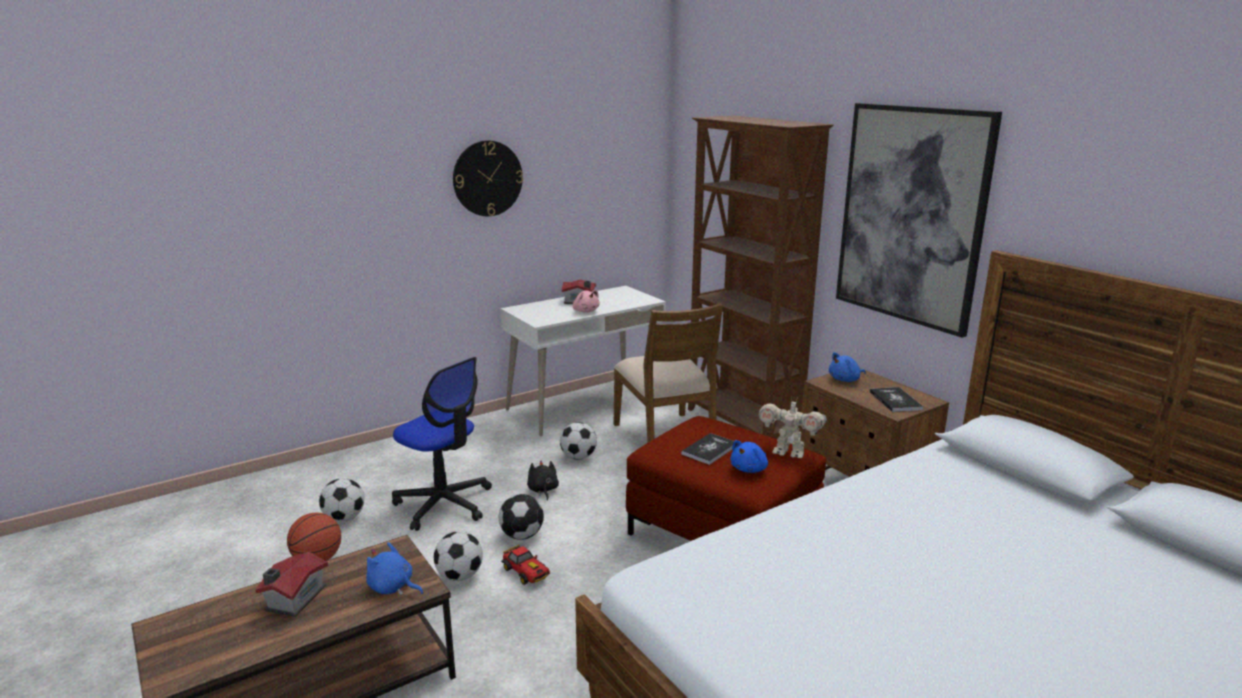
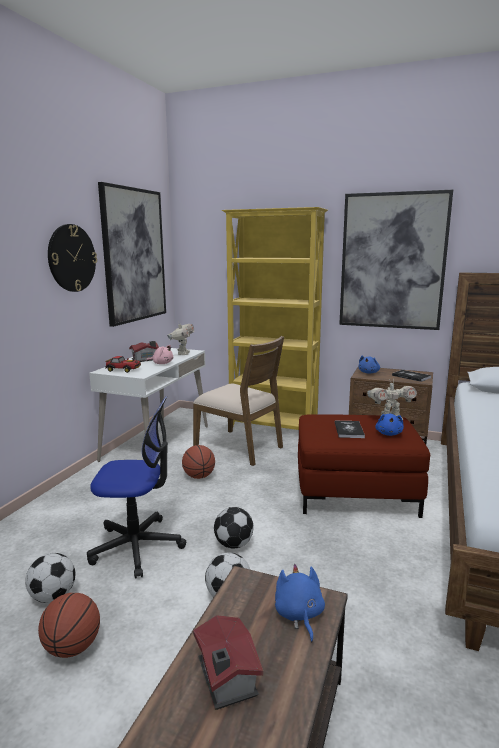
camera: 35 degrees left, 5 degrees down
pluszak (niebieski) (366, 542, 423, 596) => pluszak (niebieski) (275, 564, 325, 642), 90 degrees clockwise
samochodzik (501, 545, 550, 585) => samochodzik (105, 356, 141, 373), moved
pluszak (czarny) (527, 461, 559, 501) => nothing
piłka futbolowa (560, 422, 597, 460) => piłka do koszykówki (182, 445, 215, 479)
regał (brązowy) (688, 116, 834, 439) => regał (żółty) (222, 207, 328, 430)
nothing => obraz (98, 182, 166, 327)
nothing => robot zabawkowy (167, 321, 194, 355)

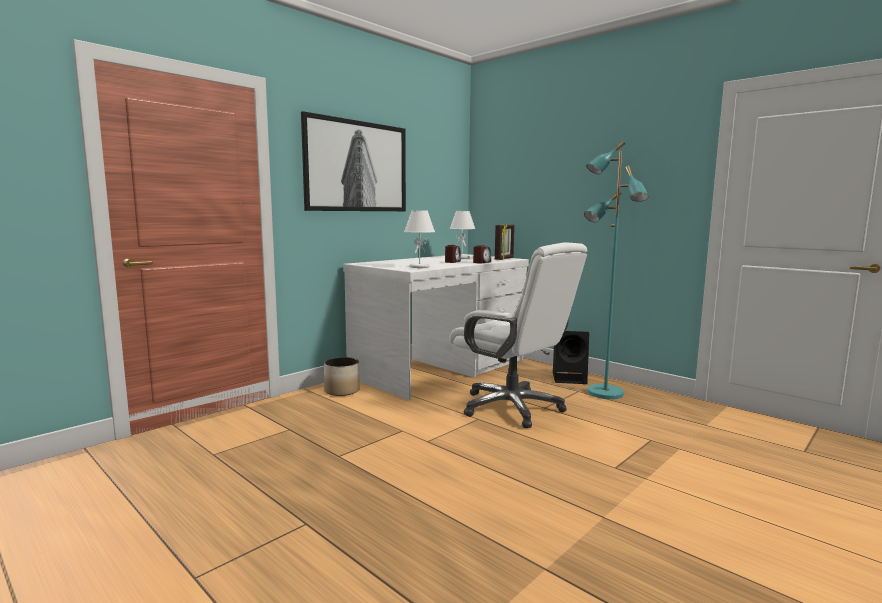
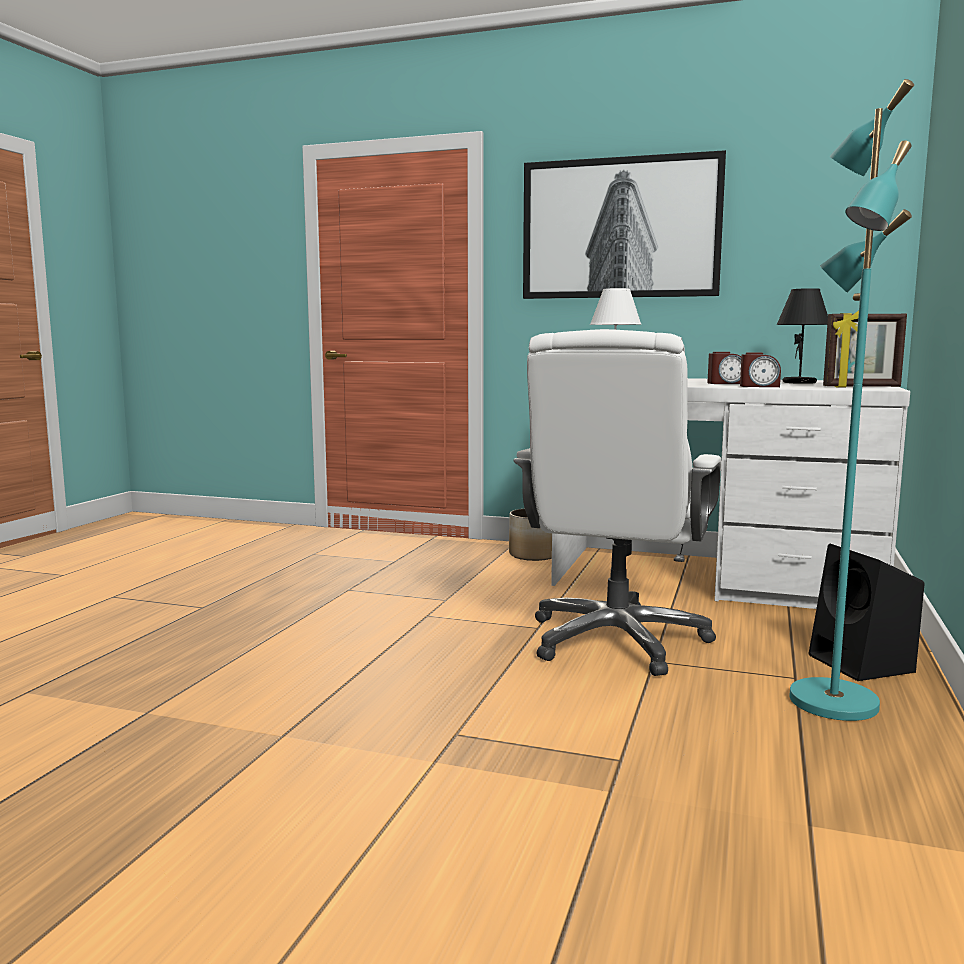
camera: 65 degrees right, 0 degrees up
lampa stołowa (biały) (449, 211, 475, 259) => lampa stołowa (czarny) (776, 288, 828, 384)

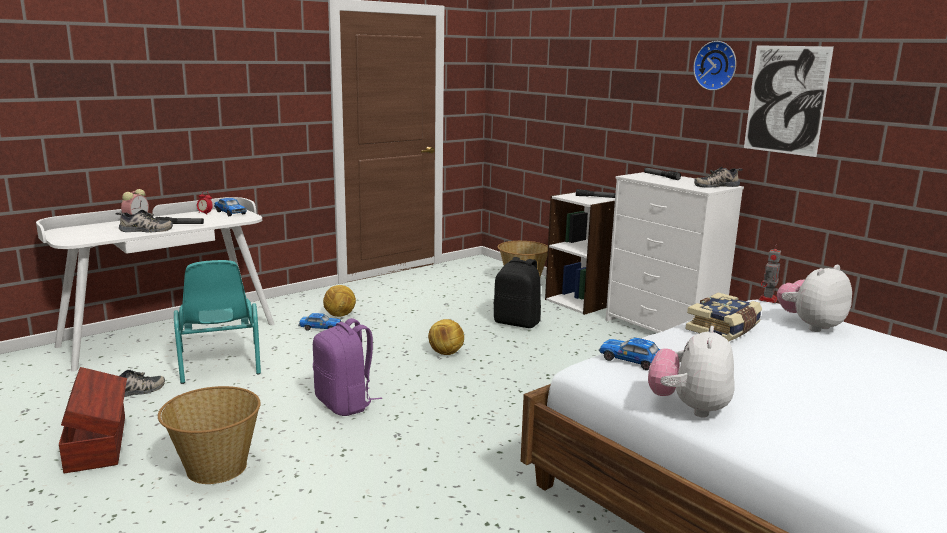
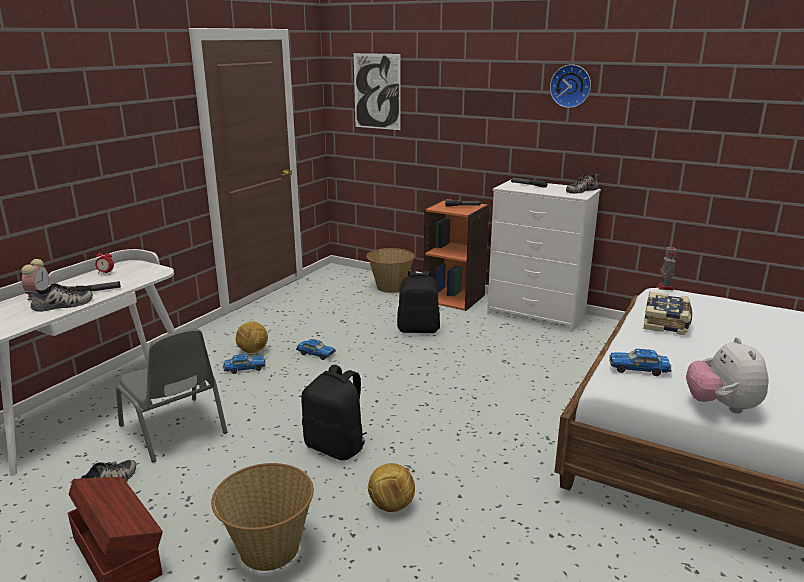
camera: 20 degrees left, 5 degrees up
krzesło (turkusowy) (174, 260, 261, 384) => krzesło (szary) (116, 328, 227, 462)
samochodzik (214, 198, 247, 216) => samochodzik (296, 339, 336, 360), moved
plecak (fioletowy) (313, 318, 382, 416) => plecak (czarny) (301, 365, 367, 460)
piłka futbolowa (428, 319, 464, 355) => piłka futbolowa (368, 463, 415, 512), moved
regał (biały) (545, 192, 615, 315) => regał (pomarańczowy) (424, 199, 489, 311)
obraz (744, 45, 834, 157) => obraz (354, 53, 400, 130), moved
pluszak (777, 265, 852, 332) => nothing

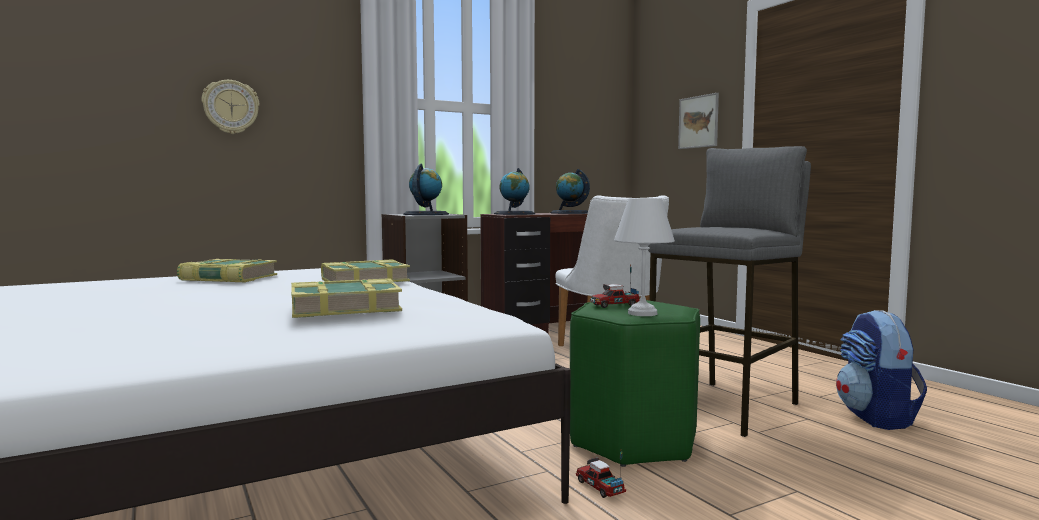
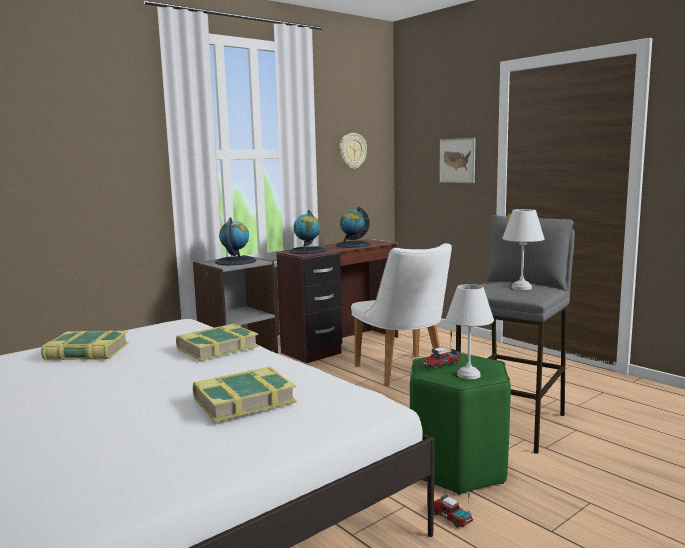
camera: 10 degrees left, 5 degrees up
zegar ścienny (201, 80, 260, 134) => zegar ścienny (339, 133, 367, 169), moved
plecak (836, 310, 927, 430) => nothing
nothing => lampa stołowa (biały) (502, 209, 545, 290)

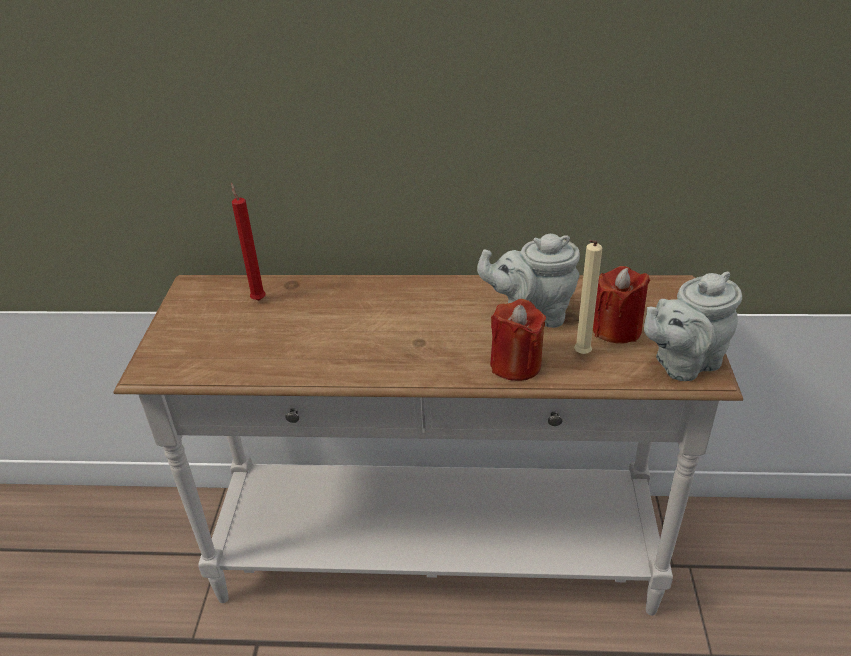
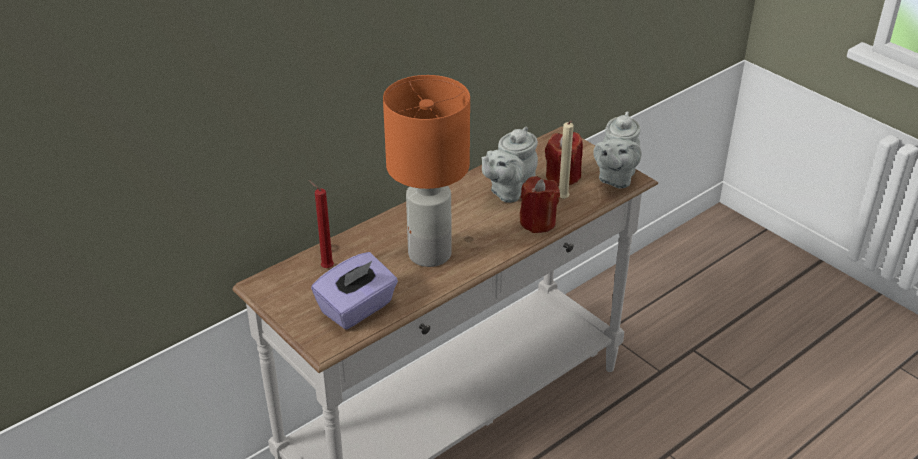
camera: 45 degrees left, 0 degrees up
nothing => pudełko chusteczek (fioletowy) (311, 252, 398, 330)
nothing => lampa stołowa (pomarańczowy) (383, 75, 470, 267)

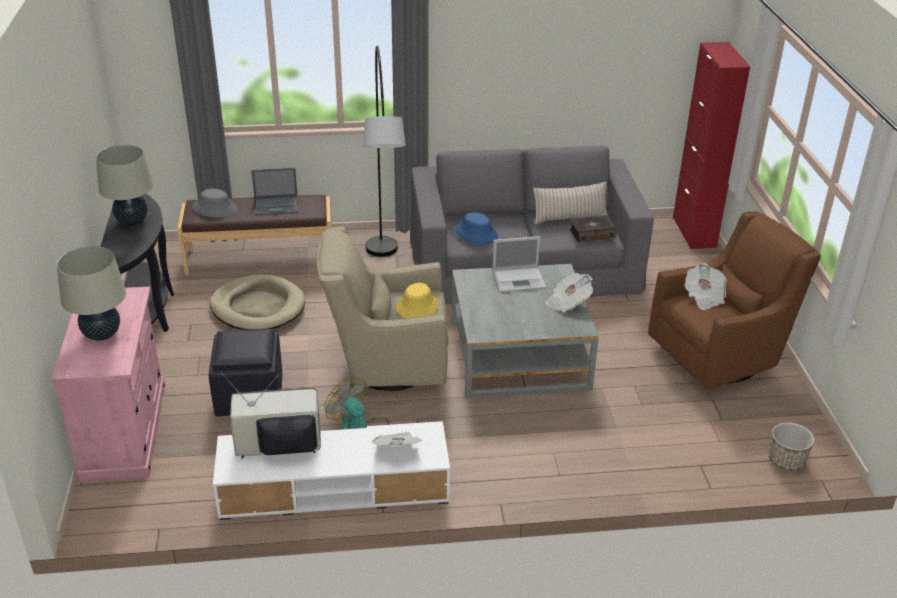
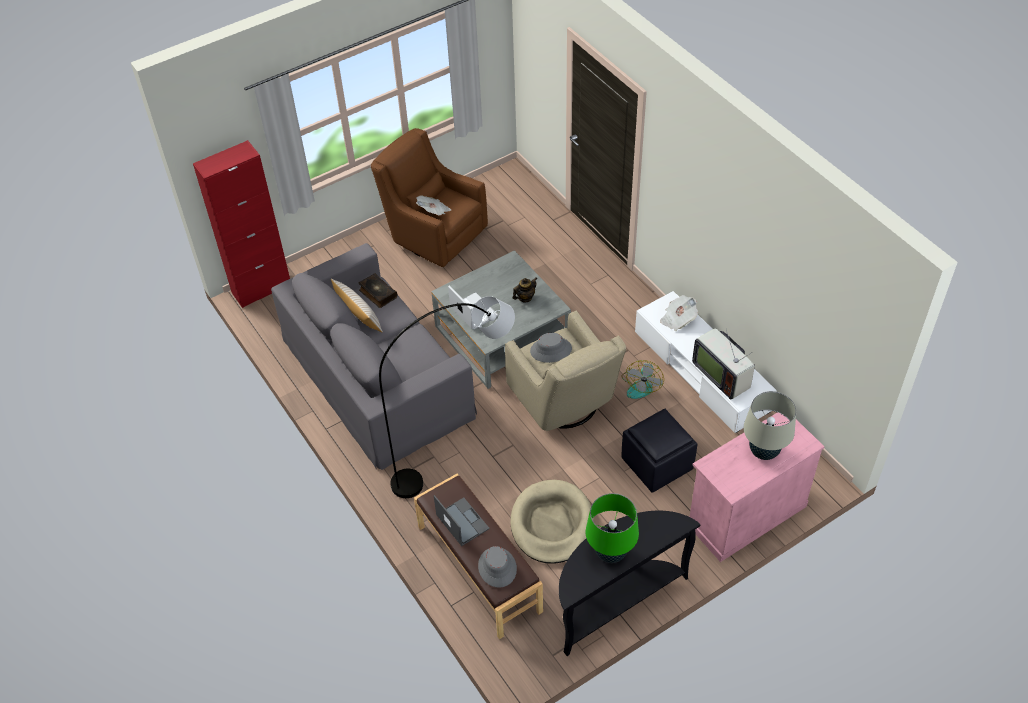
camera: 115 degrees left, 15 degrees up
lampa stołowa (beżowy) (96, 145, 153, 225) => lampa stołowa (zielony) (586, 493, 639, 563)
kapelusz (żółty) (396, 283, 439, 318) => kapelusz (szary) (530, 333, 572, 363)
kapelusz (niebieski) (455, 212, 498, 244) => nothing
gazeta (545, 273, 593, 313) => nothing
donica (769, 422, 814, 471) => nothing
nothing => imbryk (513, 277, 538, 302)

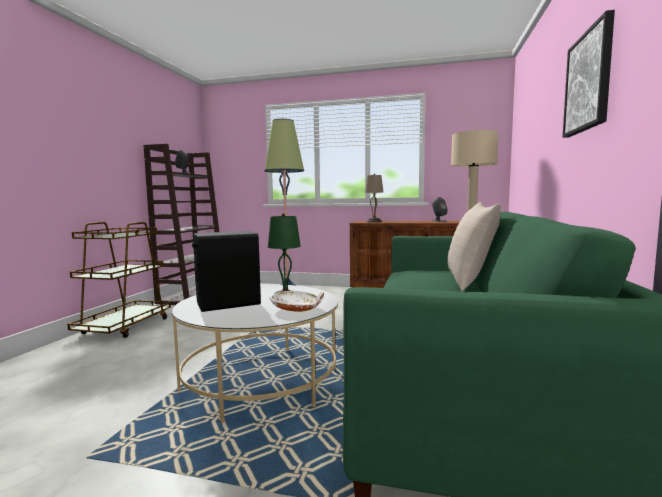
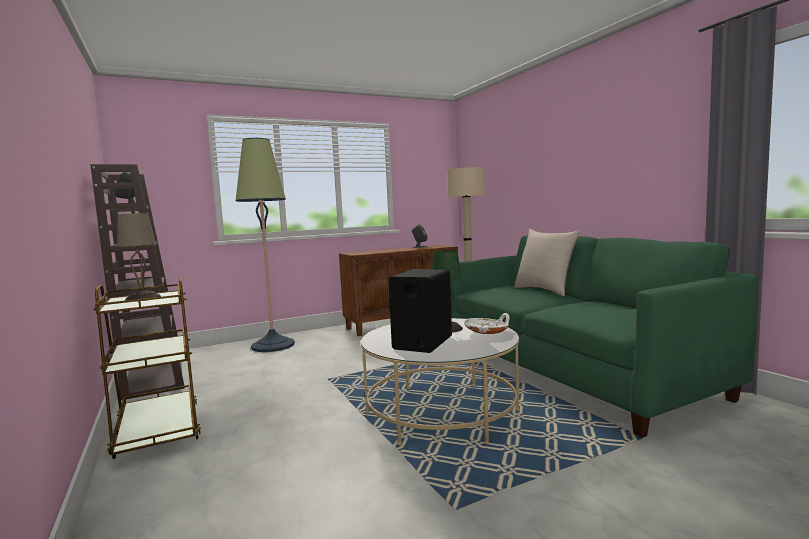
camera: 40 degrees left, 0 degrees up
lampa stołowa (beżowy) (365, 174, 383, 222) => lampa stołowa (beżowy) (117, 210, 161, 302), moved
obraz (563, 10, 615, 138) => nothing

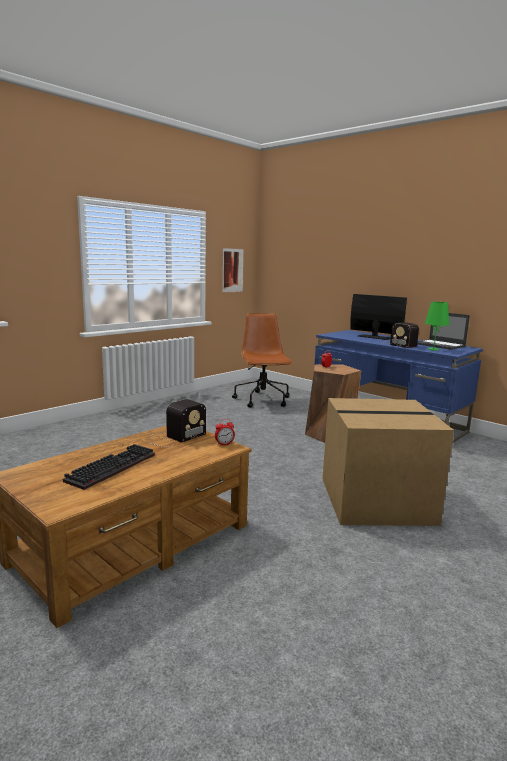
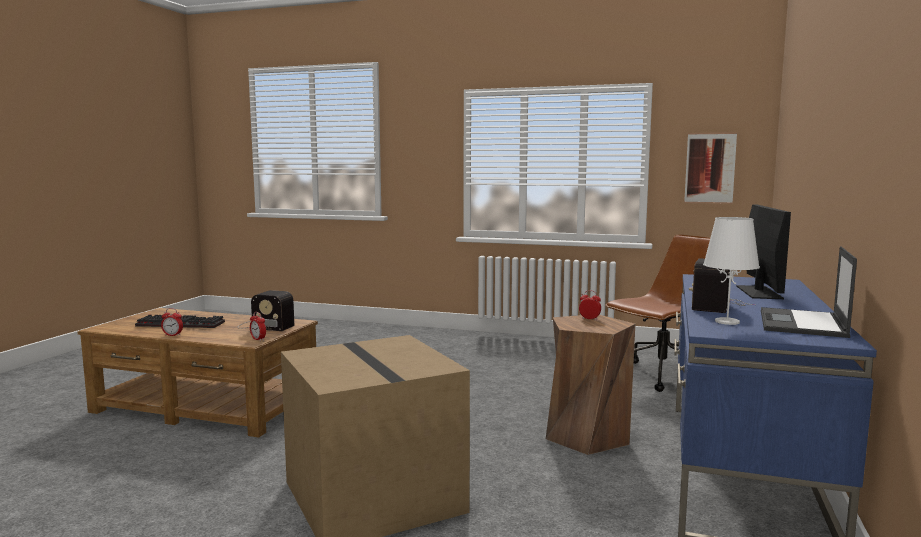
camera: 65 degrees right, 5 degrees down
lampa stołowa (zielony) (425, 302, 450, 351) => lampa stołowa (biały) (703, 217, 760, 325)
nothing => budzik (161, 308, 183, 336)

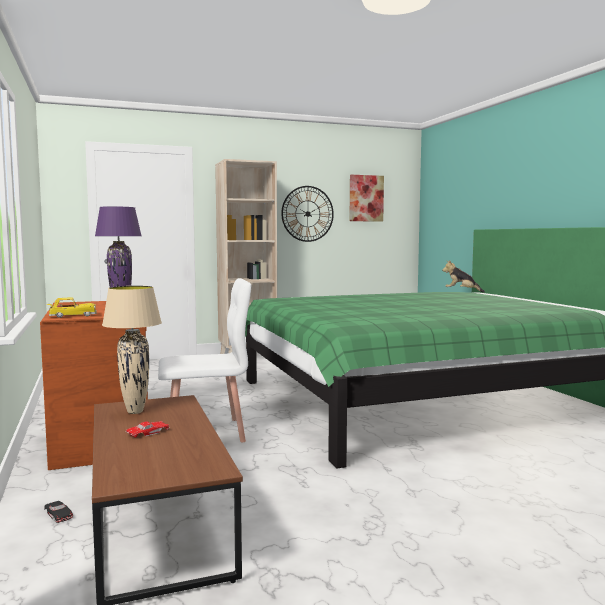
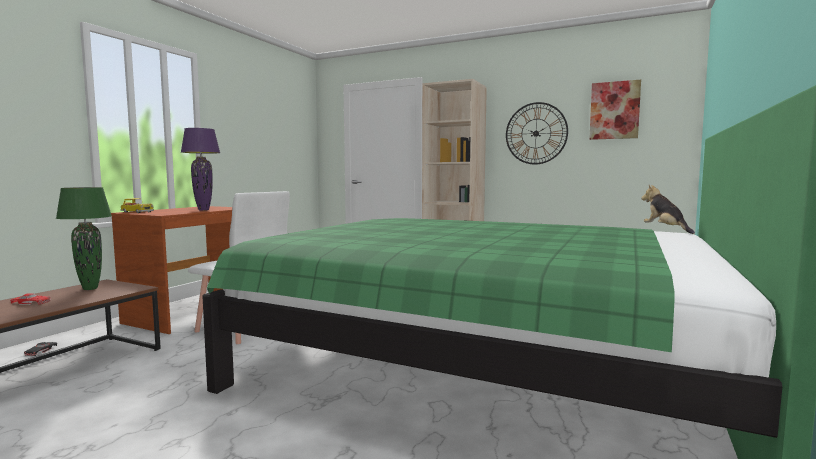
camera: 45 degrees right, 0 degrees up
lampa stołowa (beżowy) (102, 286, 162, 414) => lampa stołowa (zielony) (56, 187, 112, 290)

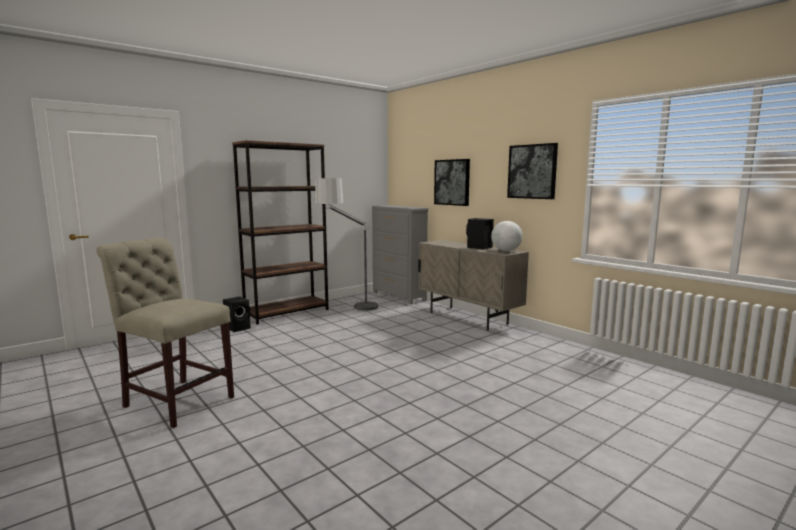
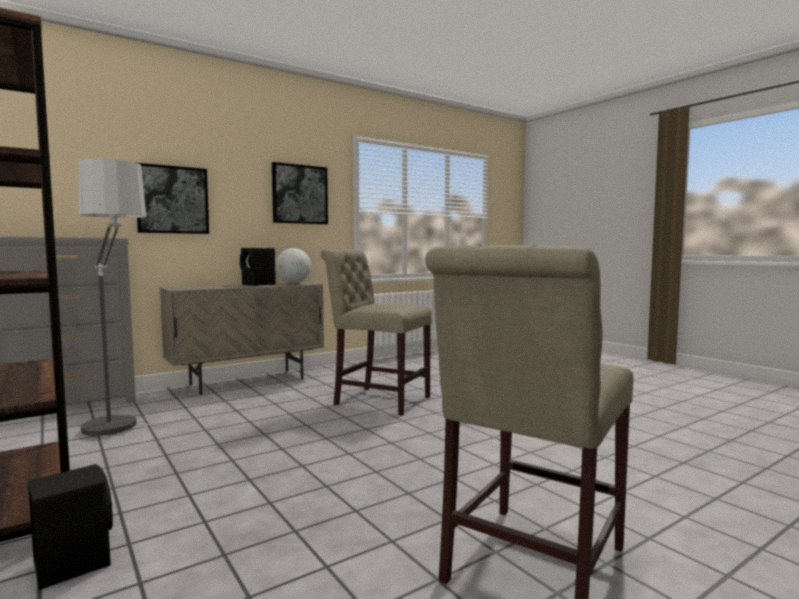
camera: 85 degrees left, 5 degrees down
nothing => krzesło (beżowy) (321, 248, 432, 416)

